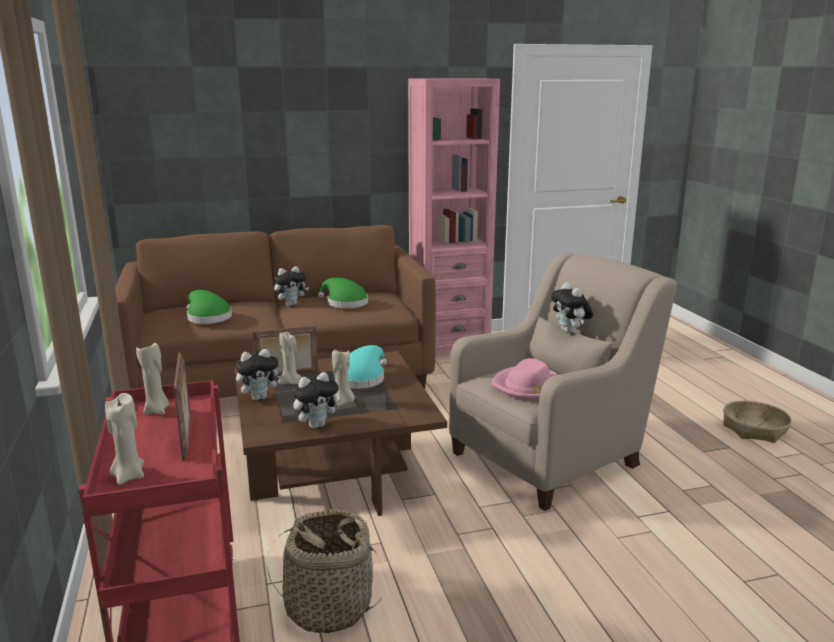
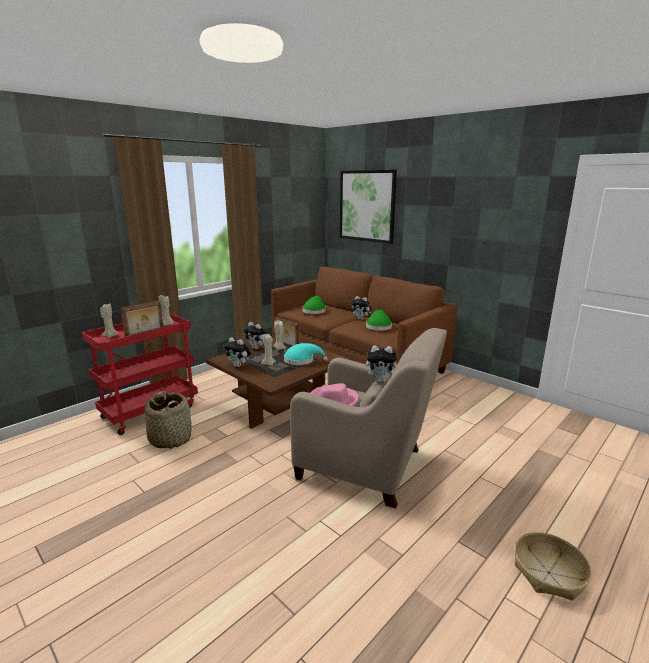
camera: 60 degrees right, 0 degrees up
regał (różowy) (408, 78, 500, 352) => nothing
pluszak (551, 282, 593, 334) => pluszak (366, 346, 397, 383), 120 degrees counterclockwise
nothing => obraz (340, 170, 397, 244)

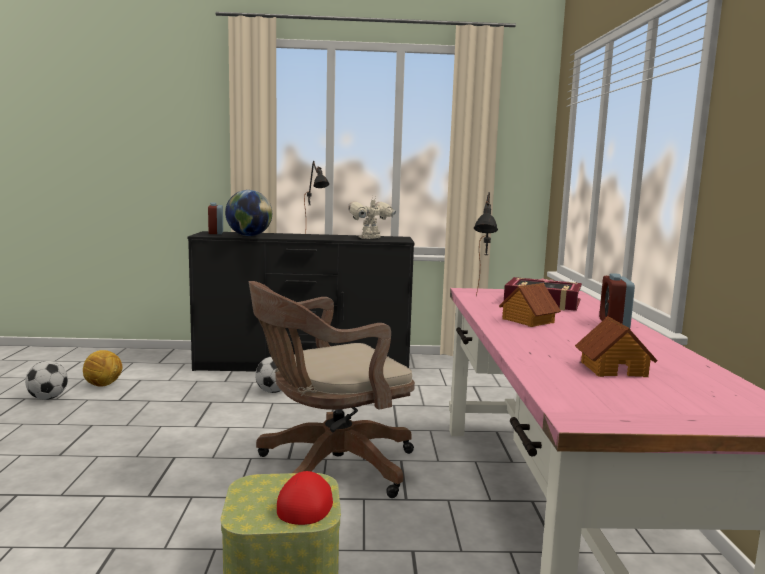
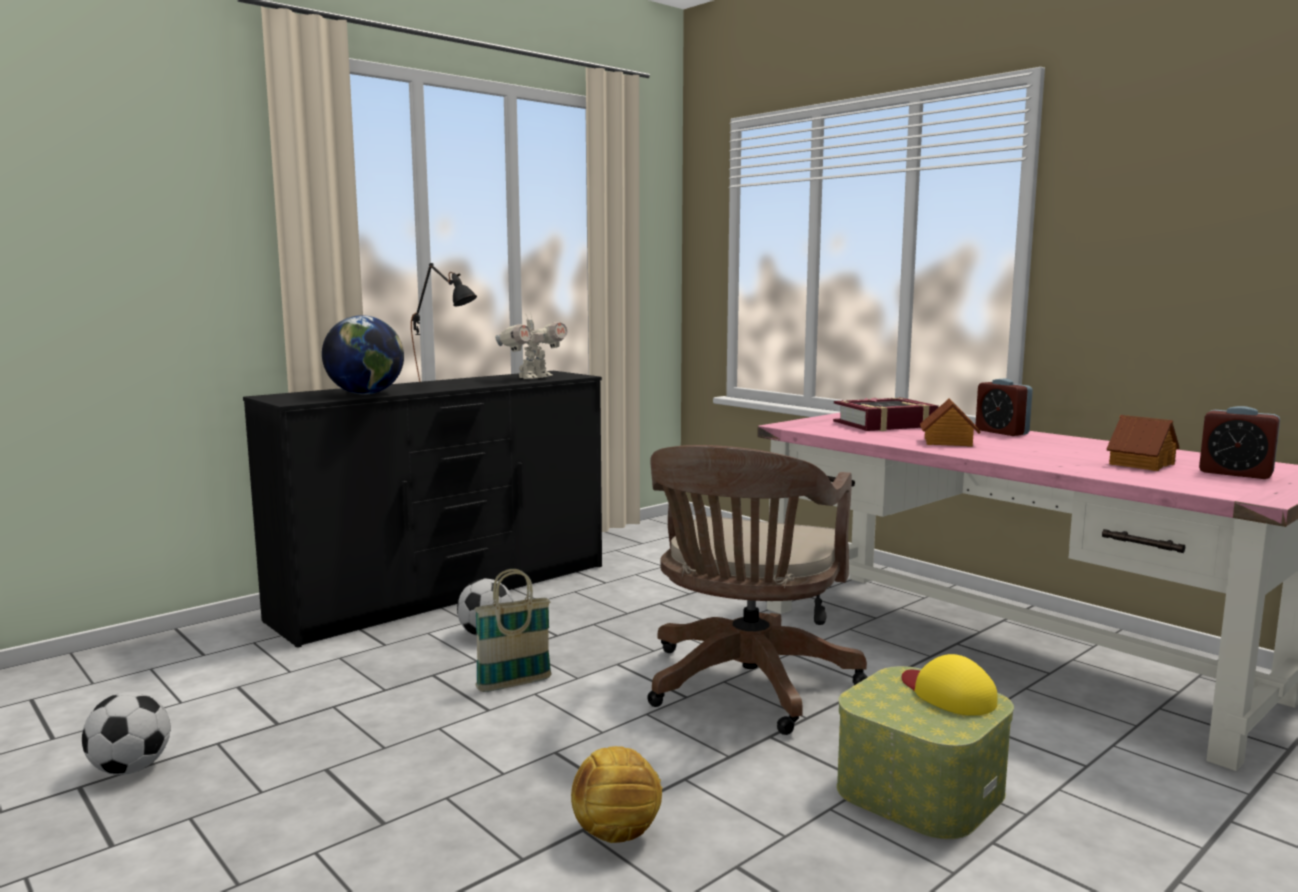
camera: 40 degrees left, 0 degrees up
piłka futbolowa (83, 350, 122, 387) => piłka futbolowa (571, 746, 663, 843), moved
budzik (208, 202, 223, 234) => budzik (1199, 406, 1280, 479), moved
czapka z daszkiem (czerwony) (277, 471, 333, 525) => czapka z daszkiem (żółty) (902, 654, 997, 716)
robot zabawkowy (348, 196, 396, 239) => robot zabawkowy (495, 315, 568, 379), 150 degrees counterclockwise
lampa stołowa (czarny) (474, 192, 498, 296) => nothing
nothing => koszyk (474, 569, 552, 692)

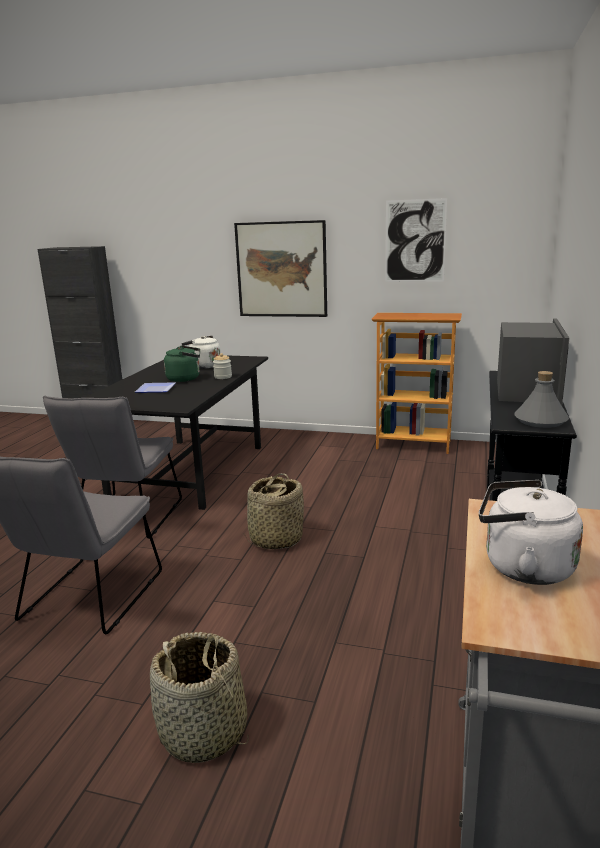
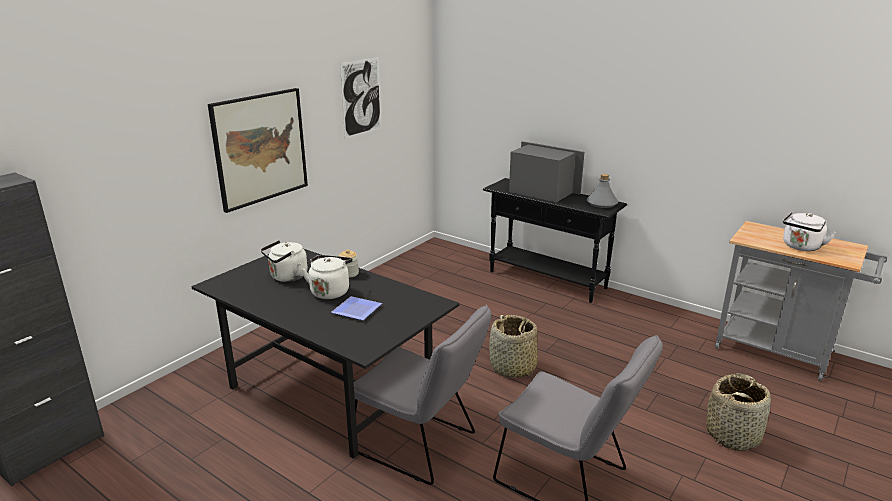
camera: 70 degrees left, 5 degrees up
czajnik (zielony) (164, 346, 200, 382) => czajnik (biały) (301, 255, 353, 299)
regał (372, 313, 462, 454) => nothing

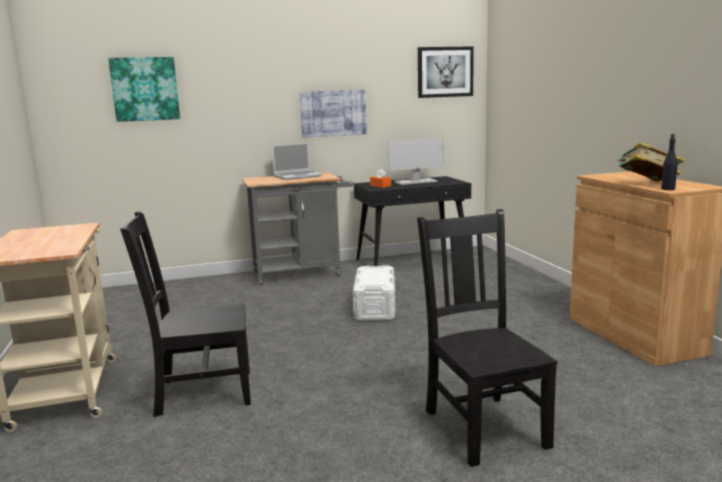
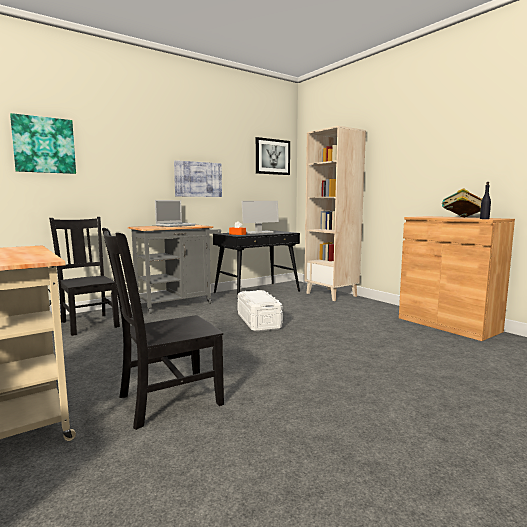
camera: 20 degrees left, 5 degrees down
krzesło (czarny) (417, 209, 558, 467) => krzesło (czarny) (49, 217, 120, 336), moved
nothing => regał (beżowy) (304, 126, 366, 301)

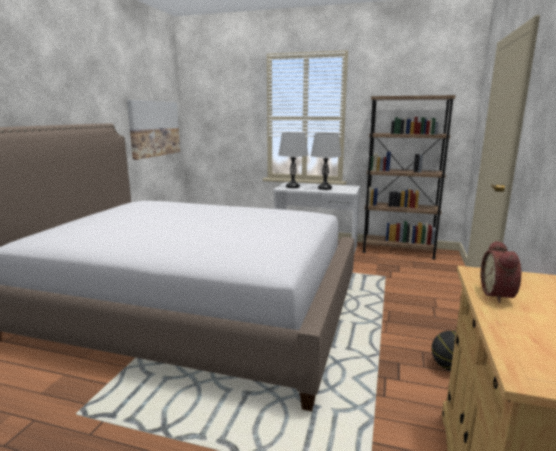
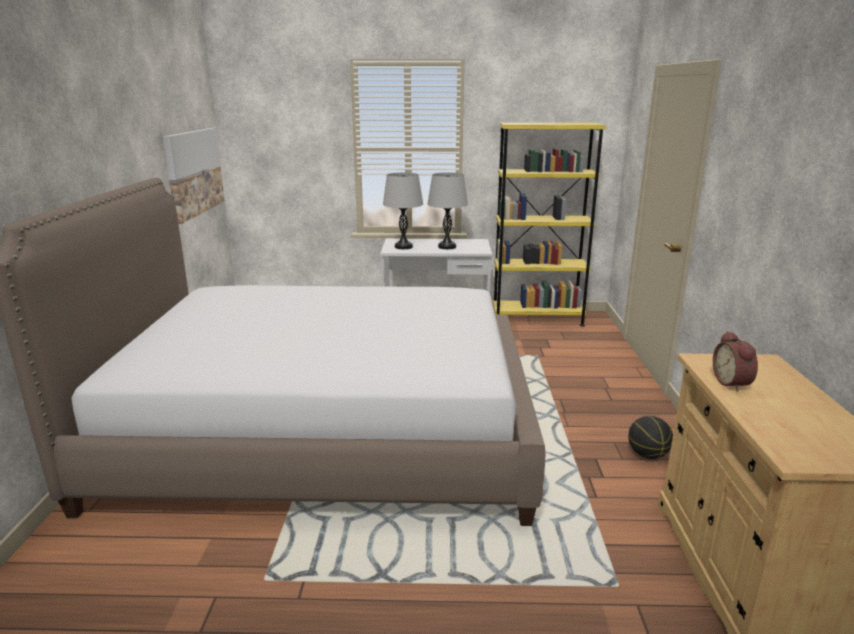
camera: 15 degrees left, 5 degrees up
regał (brązowy) (362, 95, 456, 259) => regał (żółty) (493, 122, 606, 327)

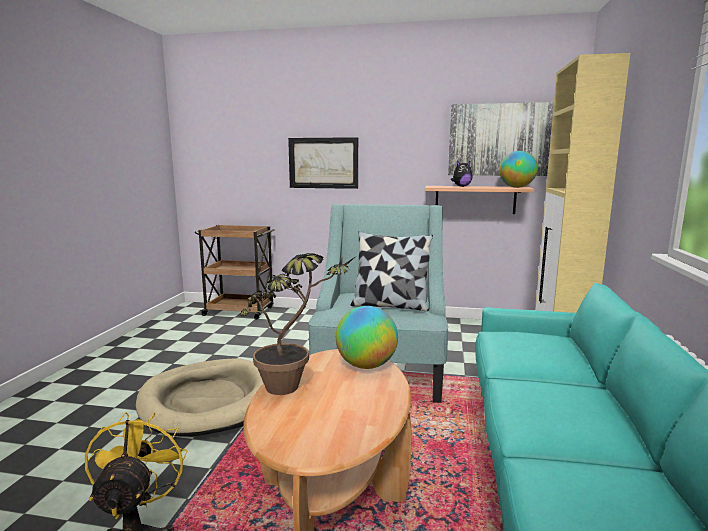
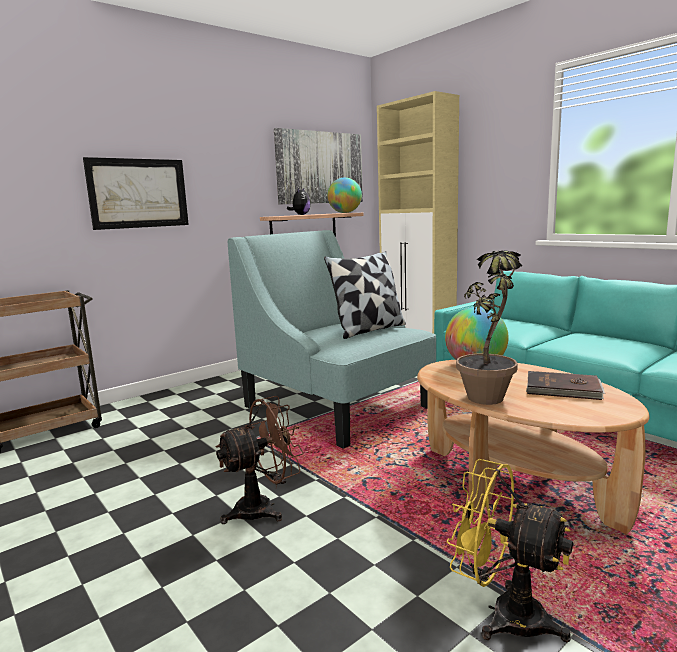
camera: 50 degrees left, 0 degrees up
legowisko (beżowy) (136, 358, 263, 437) => wentylator (brązowy) (216, 396, 303, 524)
nothing => książka (brązowy) (526, 371, 605, 400)

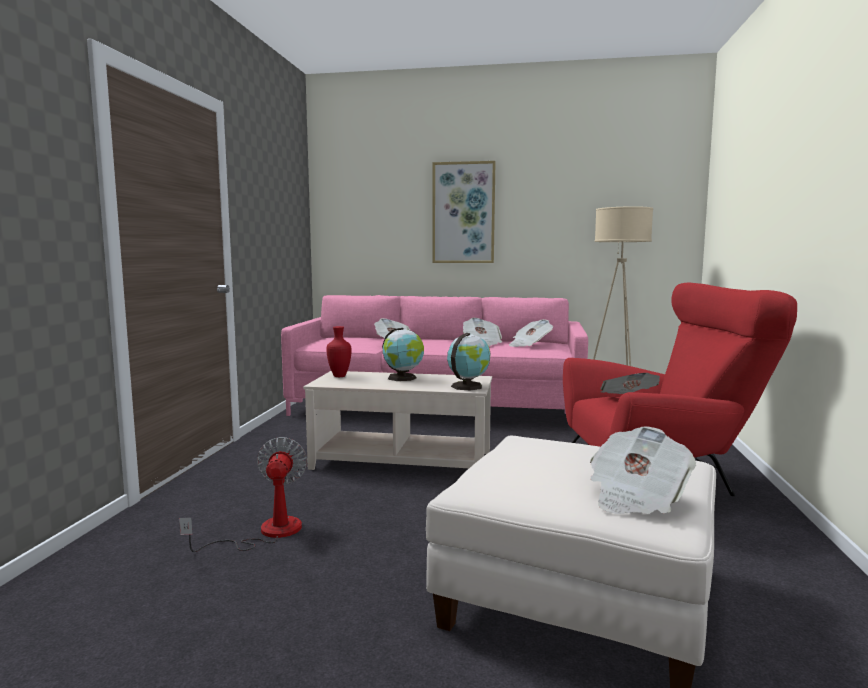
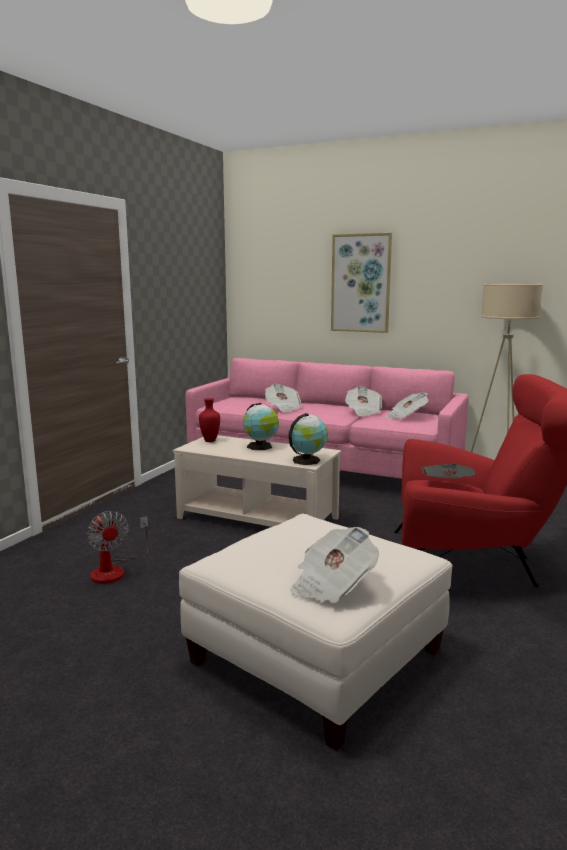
camera: 15 degrees right, 5 degrees up
wentylator (179, 437, 307, 552) => wentylator (86, 511, 149, 584), 135 degrees clockwise

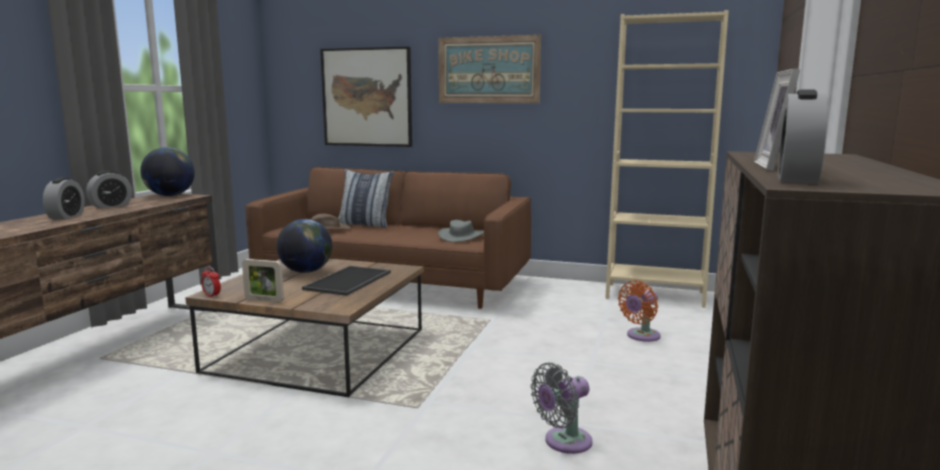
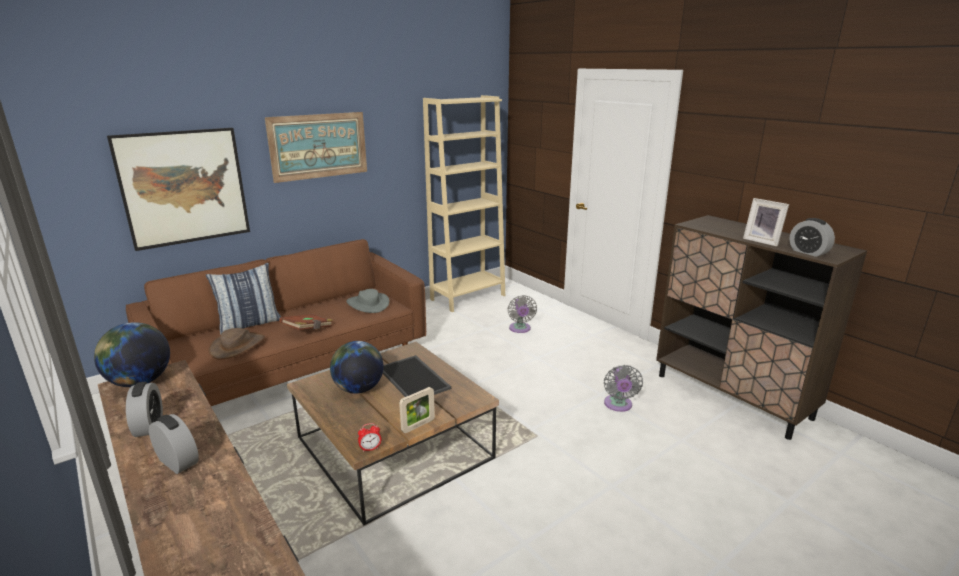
camera: 55 degrees left, 10 degrees up
wentylator (pomarańczowy) (618, 280, 660, 342) => wentylator (szary) (508, 295, 537, 333)
nothing => książka (brązowy) (279, 314, 333, 330)

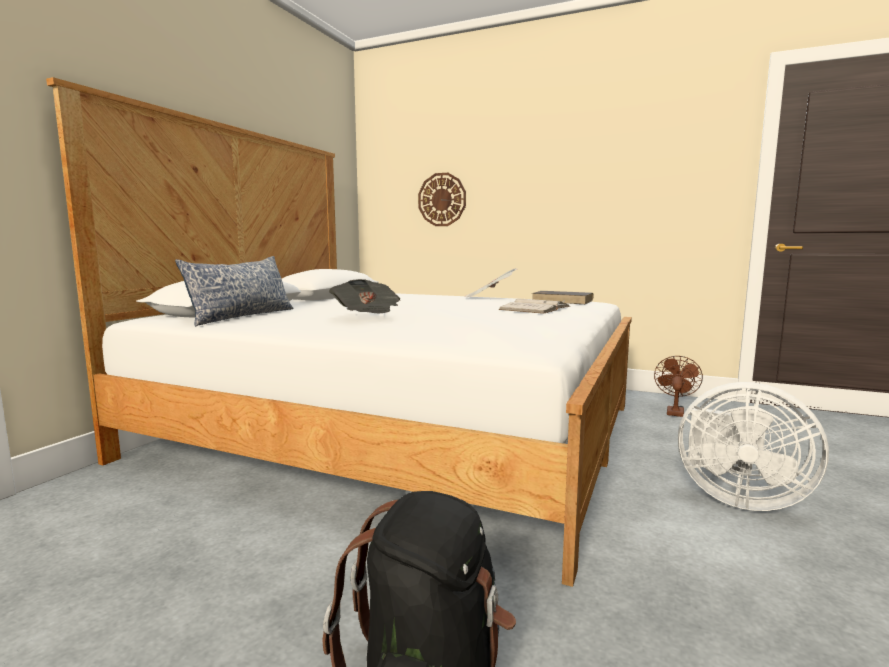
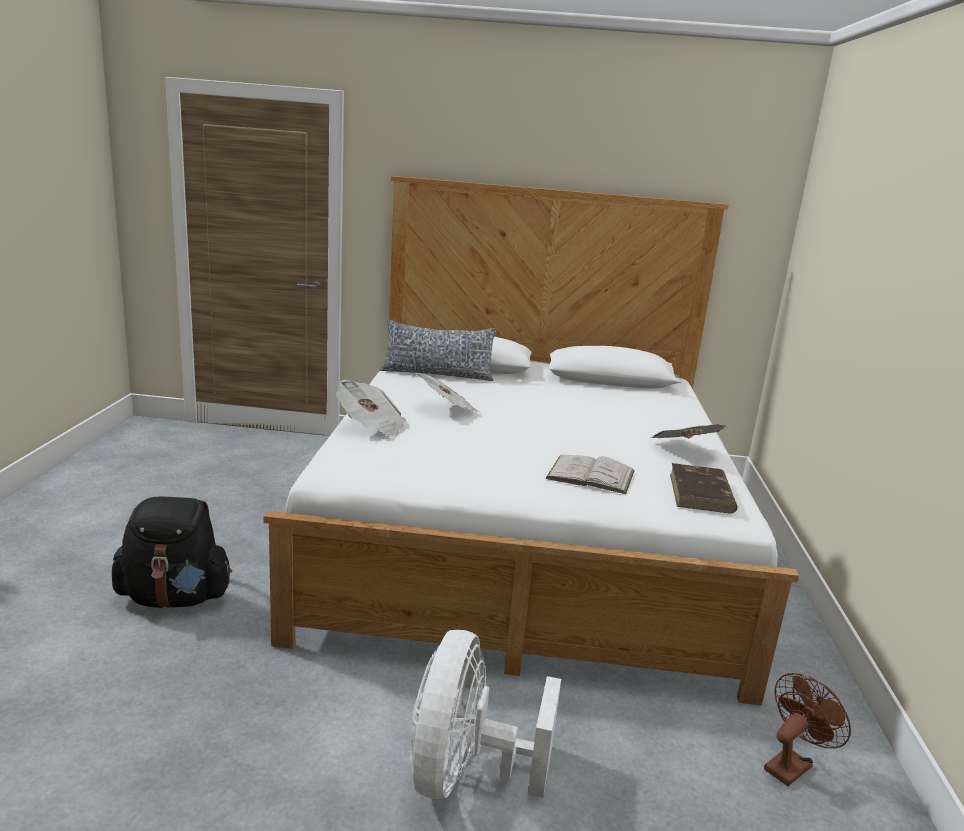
camera: 70 degrees right, 10 degrees up
zegar ścienny (418, 173, 466, 226) => nothing
wentylator (brązowy) (654, 356, 703, 417) => wentylator (brązowy) (764, 673, 851, 786), 45 degrees counterclockwise
nothing => gazeta (336, 380, 406, 437)

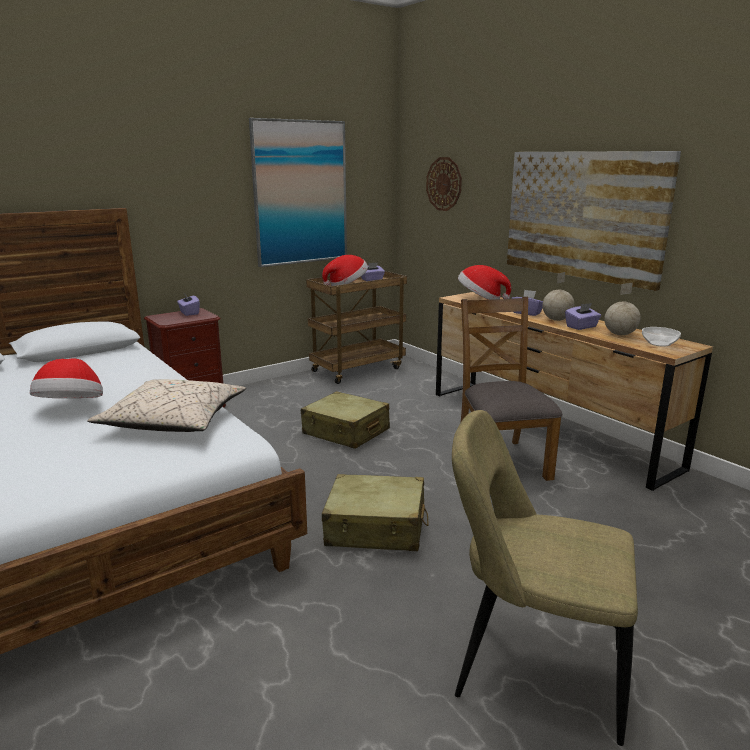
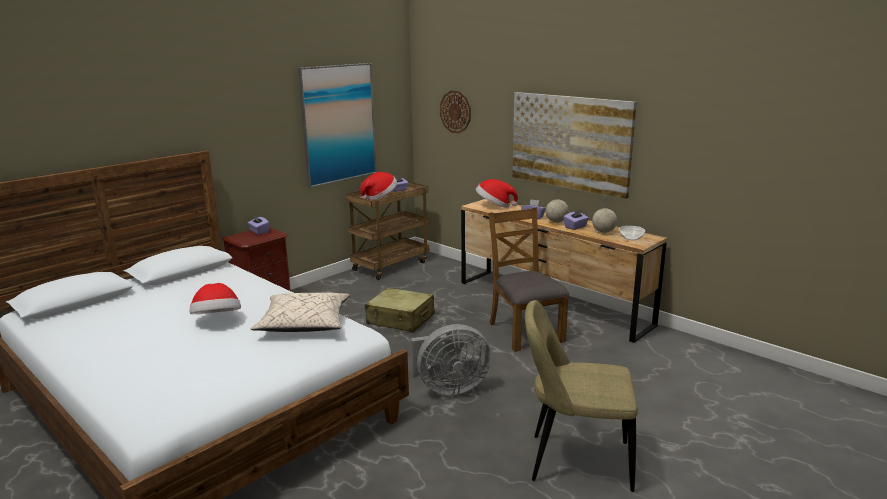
camera: 10 degrees left, 0 degrees up
walizka (beżowy) (322, 474, 429, 551) => wentylator (szary) (411, 324, 491, 395)

